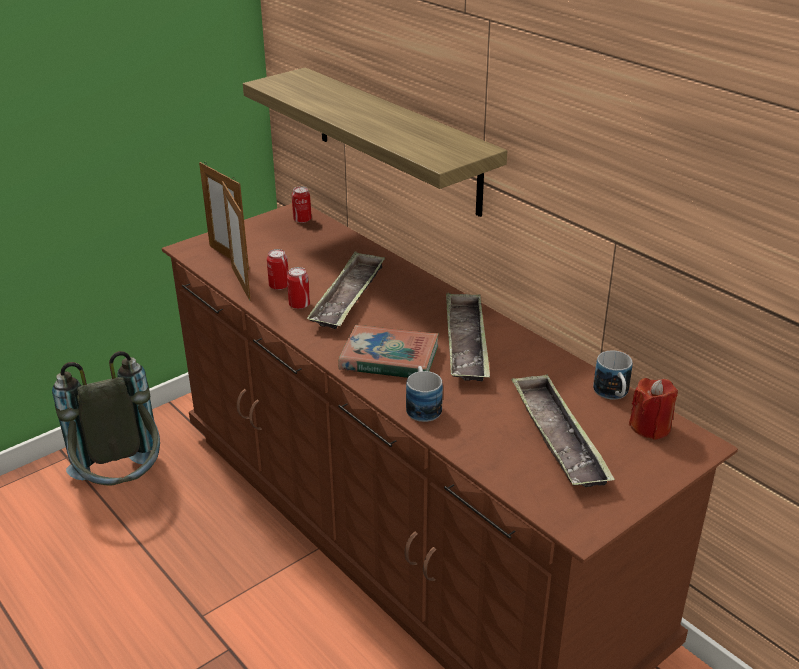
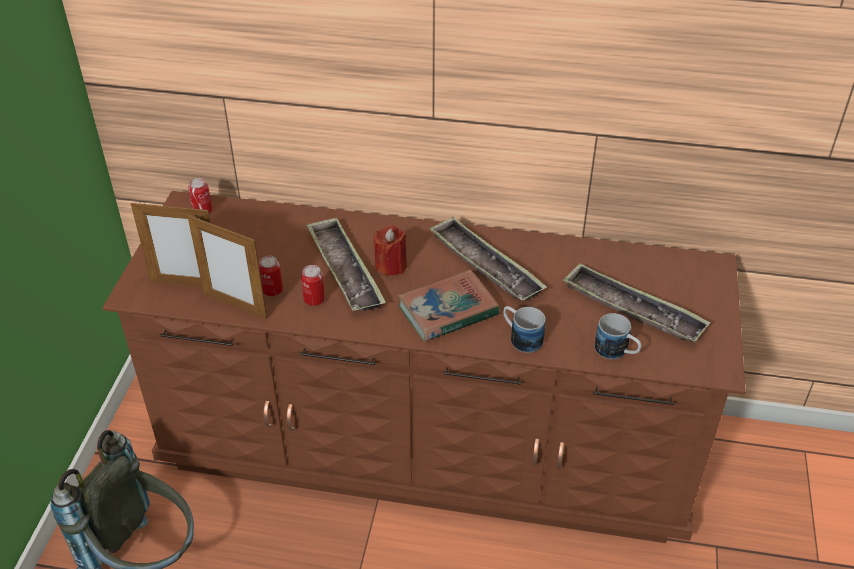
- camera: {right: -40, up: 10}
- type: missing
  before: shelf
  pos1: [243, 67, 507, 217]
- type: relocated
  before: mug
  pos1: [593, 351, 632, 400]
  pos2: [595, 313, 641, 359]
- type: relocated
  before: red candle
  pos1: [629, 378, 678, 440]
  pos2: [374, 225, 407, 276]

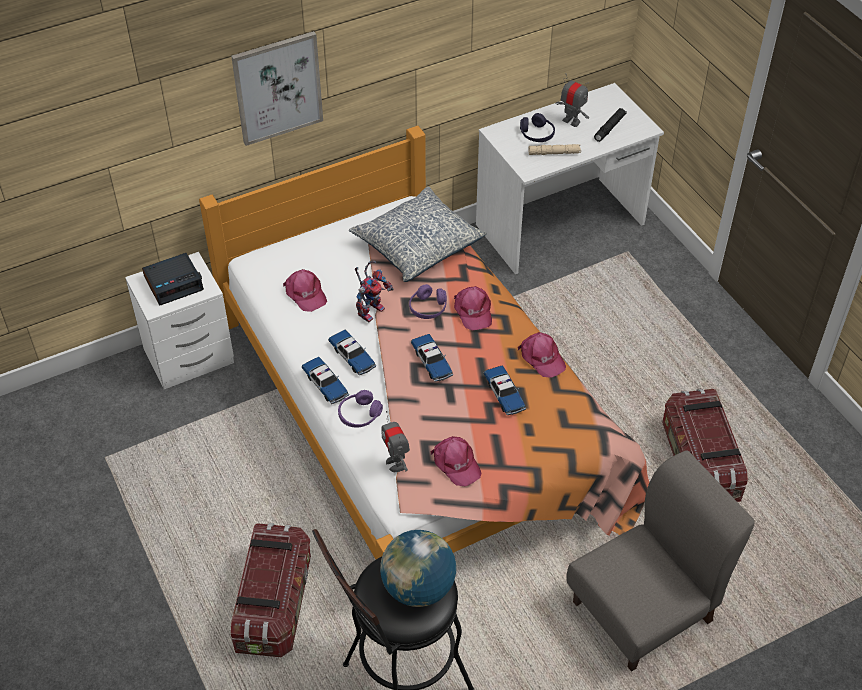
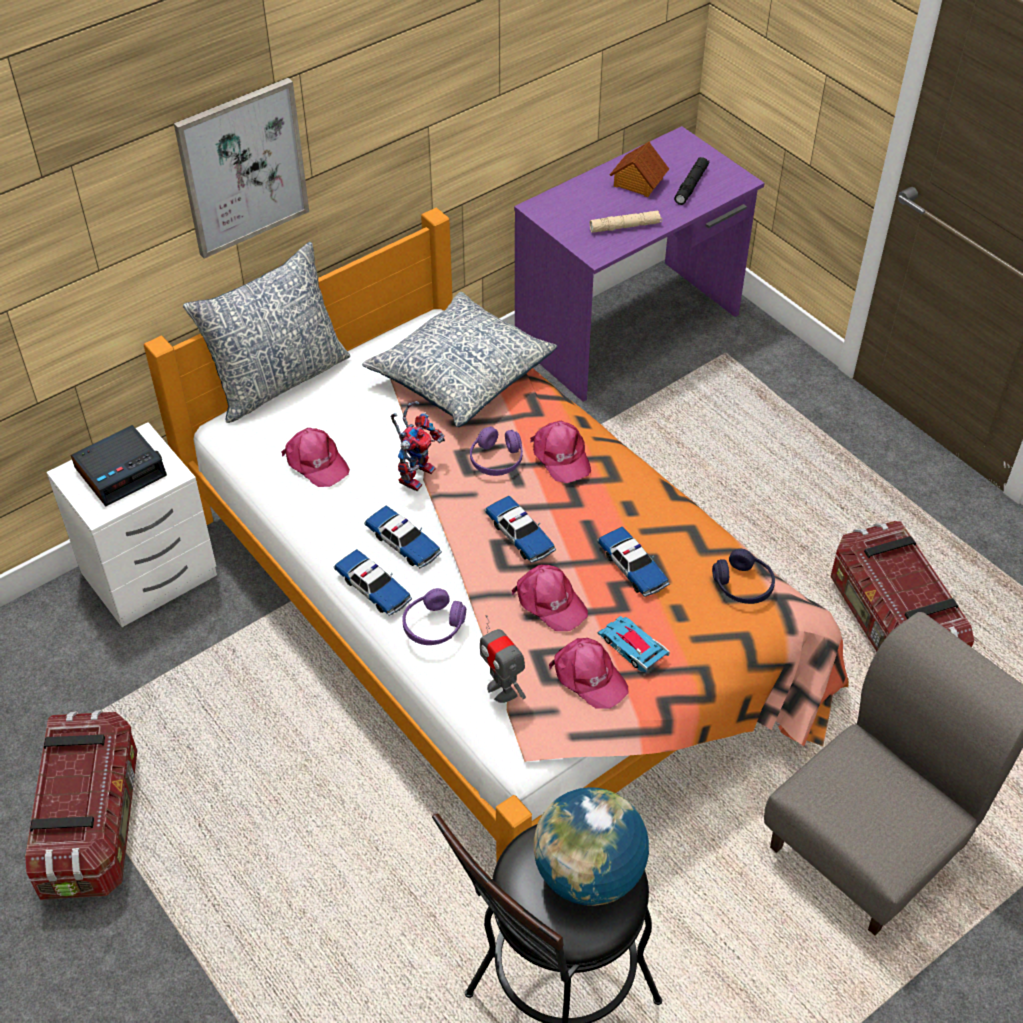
- camera: {right: -10, up: 0}
- type: relocated
  before: storage box
  pos1: [231, 523, 311, 657]
  pos2: [25, 710, 137, 900]
- type: colour
  before: white desk
  after: purple desk
  pos1: [476, 83, 664, 274]
  pos2: [514, 126, 764, 402]
- type: relocated
  before: pink cap
  pos1: [518, 332, 566, 378]
  pos2: [512, 565, 588, 631]
- type: relocated
  before: purple headphones
  pos1: [520, 113, 555, 142]
  pos2: [712, 549, 775, 604]
- type: exchanged
  before: toy robot
  after: toy house
  pos1: [555, 75, 589, 127]
  pos2: [610, 142, 669, 197]
- type: appeared
  after: pillow
  pos2: [183, 242, 350, 423]
- type: appeared
  after: toy car
  pos2: [598, 616, 670, 672]

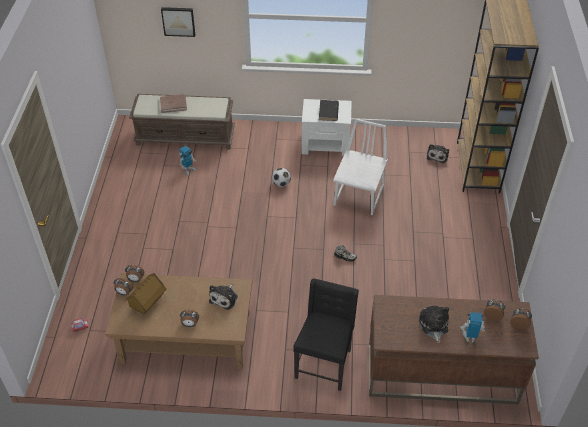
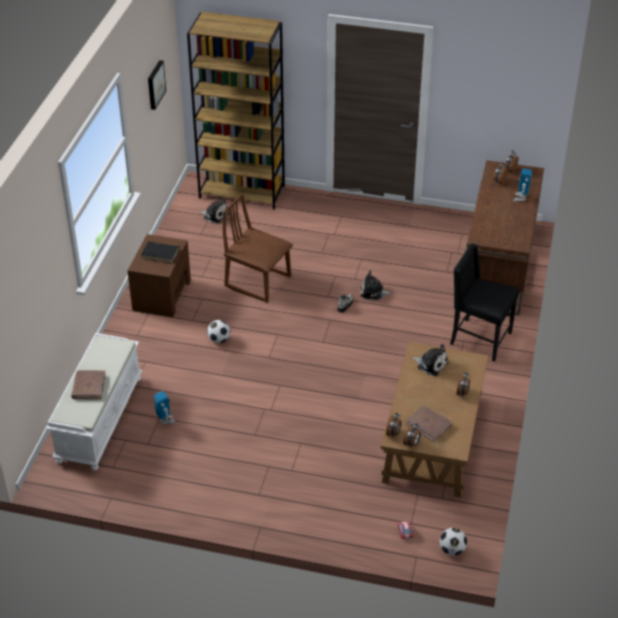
- camera: {right: -80, up: -5}
- type: exchanged
  before: toy house
  after: brown book
  pos1: [125, 273, 166, 315]
  pos2: [406, 405, 452, 442]
- type: colour
  before: brown bench
  after: white bench
  pos1: [129, 94, 235, 150]
  pos2: [47, 333, 143, 471]
- type: relocated
  before: picture
  pos1: [161, 7, 195, 37]
  pos2: [148, 60, 166, 110]
- type: colour
  before: white nightstand
  after: brown nightstand
  pos1: [302, 99, 352, 156]
  pos2: [127, 234, 191, 317]
- type: colour
  before: white chair
  after: brown chair
  pos1: [333, 119, 388, 215]
  pos2: [223, 193, 293, 303]
- type: relocated
  before: plush toy
  pos1: [419, 305, 449, 343]
  pos2: [360, 270, 392, 300]
- type: appeared
  after: football
  pos2: [439, 528, 467, 556]

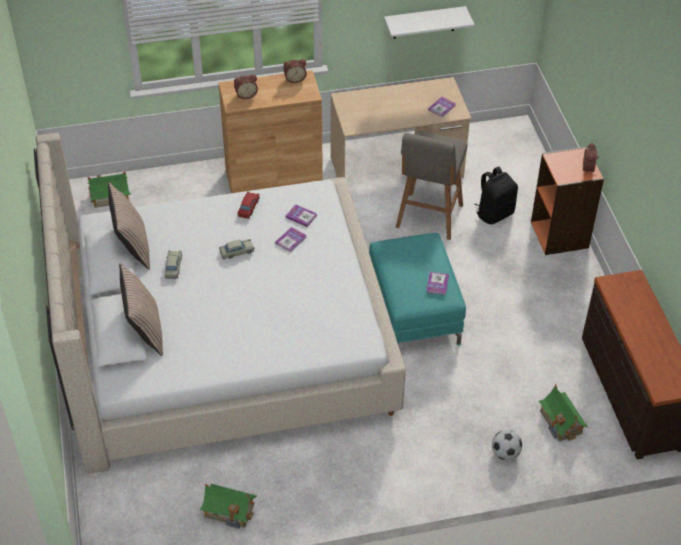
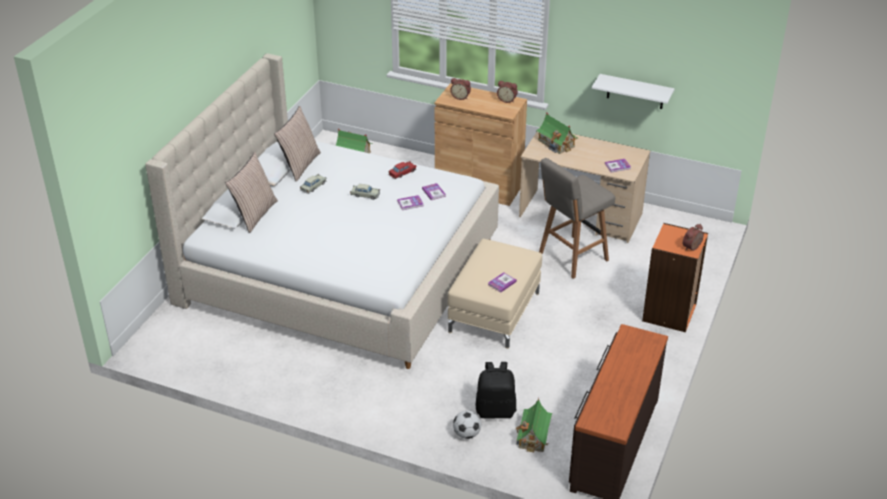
- camera: {right: 35, up: -10}
- type: relocated
  before: toy house
  pos1: [199, 484, 257, 529]
  pos2: [536, 112, 577, 154]
- type: colour
  before: turquoise ottoman
  after: beige ottoman
  pos1: [369, 233, 466, 345]
  pos2: [448, 239, 542, 349]
- type: relocated
  before: black backpack
  pos1: [475, 166, 518, 224]
  pos2: [476, 362, 516, 418]

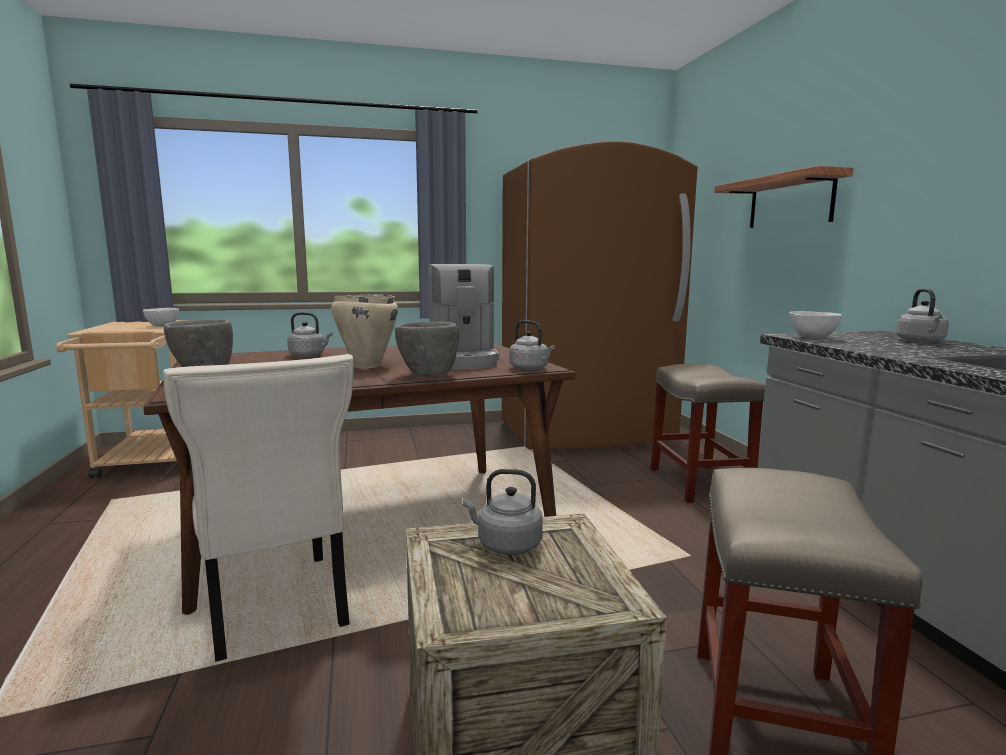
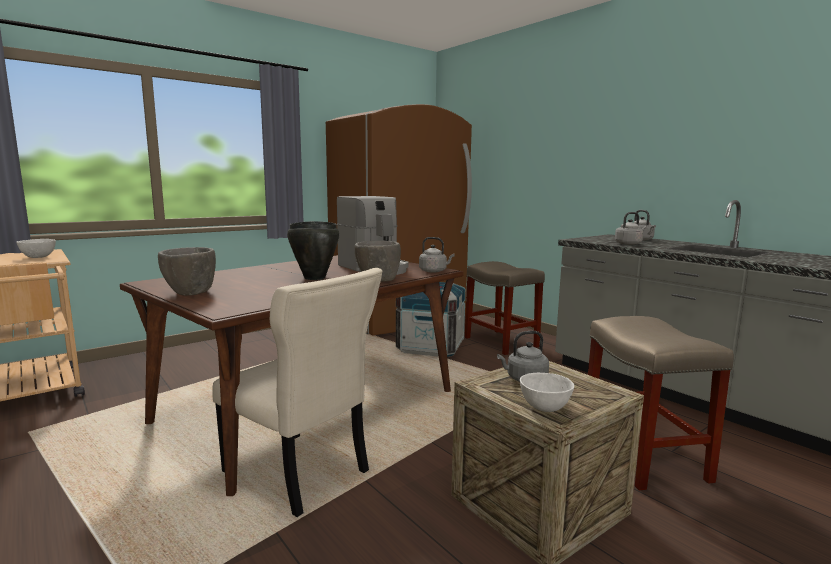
- camera: {right: -25, up: 0}
- type: relocated
  before: grey kettle
  pos1: [288, 312, 332, 357]
  pos2: [615, 212, 647, 245]
- type: colour
  before: beige cooking pot
  after: black cooking pot
  pos1: [331, 294, 398, 368]
  pos2: [287, 221, 340, 280]
- type: missing
  before: shelf
  pos1: [714, 166, 853, 228]
- type: relocated
  before: white bowl
  pos1: [790, 311, 842, 339]
  pos2: [520, 373, 574, 412]
- type: appeared
  after: crate
  pos2: [396, 282, 466, 357]

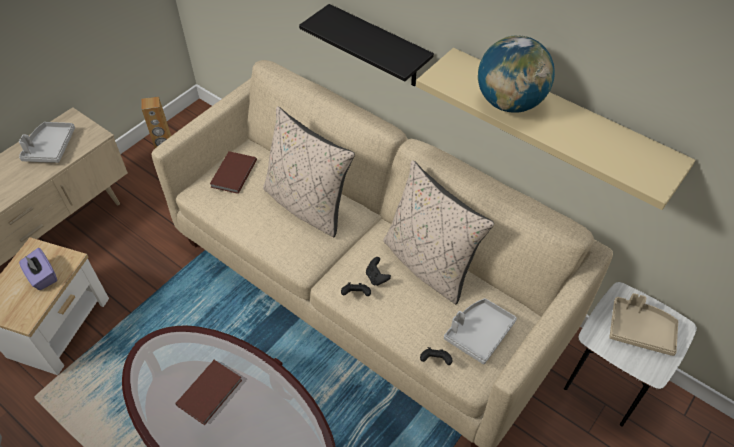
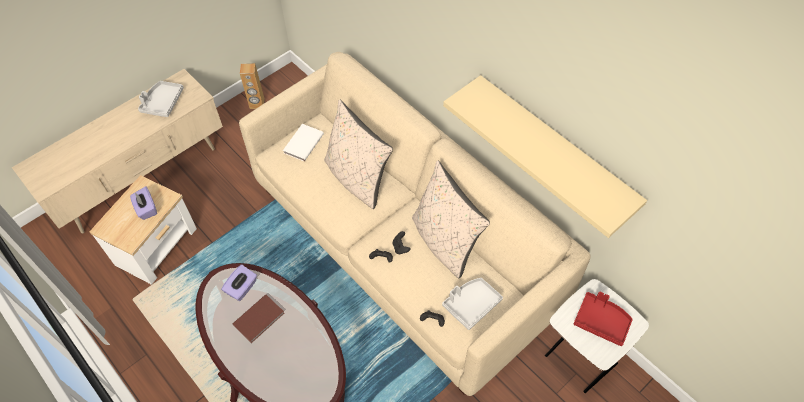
- camera: {right: 10, up: 5}
- type: colour
  before: brown book
  after: white book
  pos1: [210, 151, 257, 194]
  pos2: [283, 124, 324, 161]
- type: missing
  before: black shelf
  pos1: [299, 4, 434, 87]
- type: missing
  before: globe
  pos1: [478, 35, 555, 113]
- type: colour
  before: beige tray
  after: red tray
  pos1: [609, 293, 678, 356]
  pos2: [574, 292, 633, 346]
- type: appeared
  after: purple tissue box
  pos2: [221, 265, 257, 301]

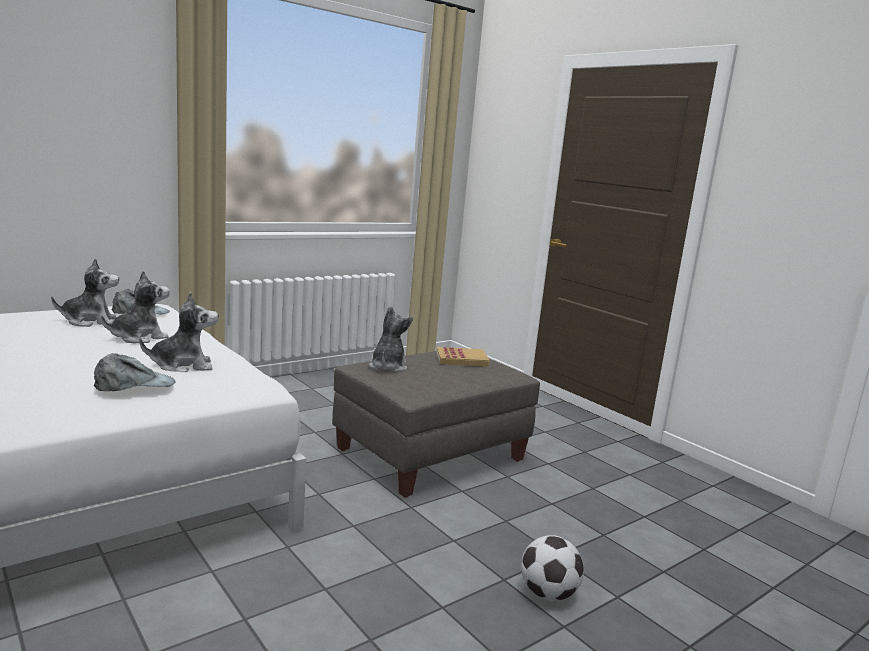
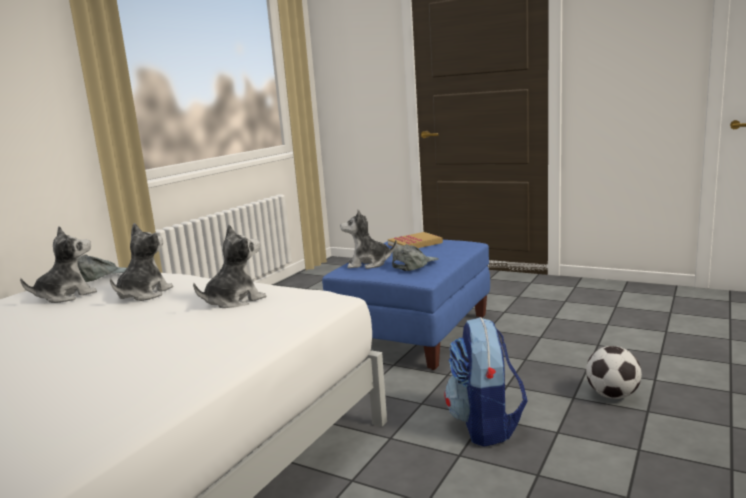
- camera: {right: -20, up: 0}
- type: relocated
  before: grey cap
  pos1: [94, 353, 175, 391]
  pos2: [392, 244, 439, 271]
- type: colour
  before: grey ottoman
  after: blue ottoman
  pos1: [332, 351, 540, 498]
  pos2: [322, 240, 490, 370]
- type: spun
  before: plush toy
  pos1: [369, 306, 413, 372]
  pos2: [340, 209, 397, 269]
  turn: -75
- type: appeared
  after: backpack
  pos2: [444, 317, 528, 447]

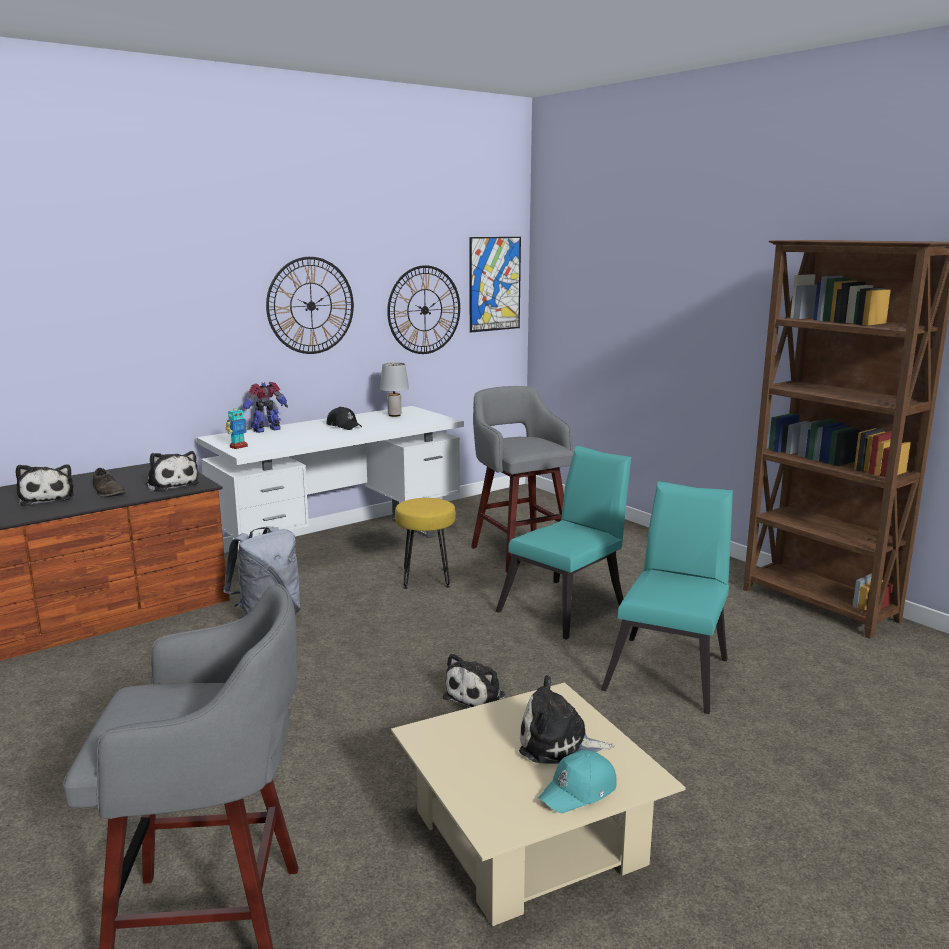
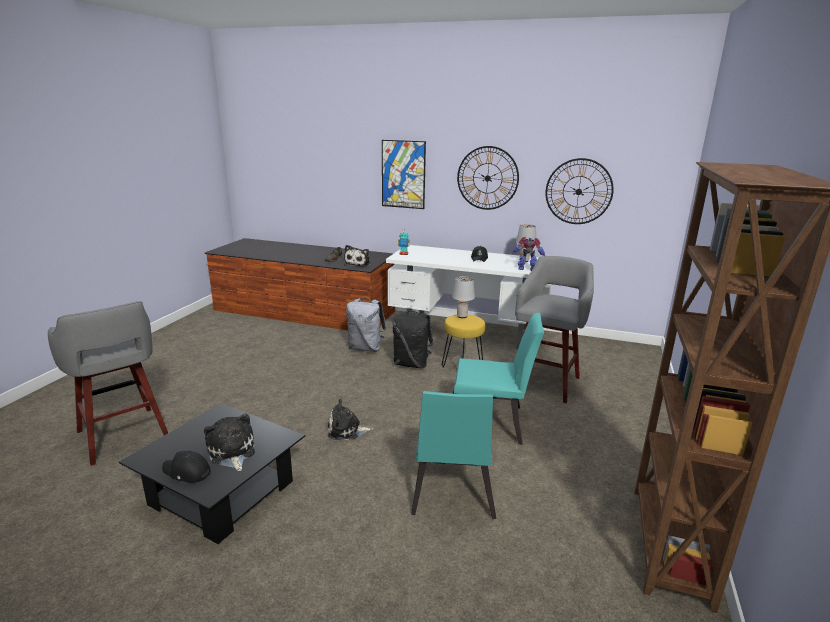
- camera: {right: 55, up: 5}
- type: missing
  before: plush toy
  pos1: [16, 464, 75, 506]
- type: relocated
  before: toy robot
  pos1: [242, 382, 288, 433]
  pos2: [512, 237, 545, 271]
- type: colour
  before: beige coffee table
  after: black coffee table
  pos1: [391, 683, 686, 926]
  pos2: [119, 403, 305, 544]
- type: relocated
  before: picture
  pos1: [470, 237, 521, 333]
  pos2: [382, 140, 426, 209]
- type: colour
  before: turquoise cap
  after: black cap
  pos1: [538, 750, 617, 813]
  pos2: [162, 451, 211, 483]
- type: spun
  before: turquoise chair
  pos1: [601, 481, 733, 714]
  pos2: [411, 391, 496, 519]
  turn: 105
- type: appeared
  after: black backpack
  pos2: [393, 311, 434, 368]
- type: appeared
  after: grey table lamp
  pos2: [452, 276, 475, 318]

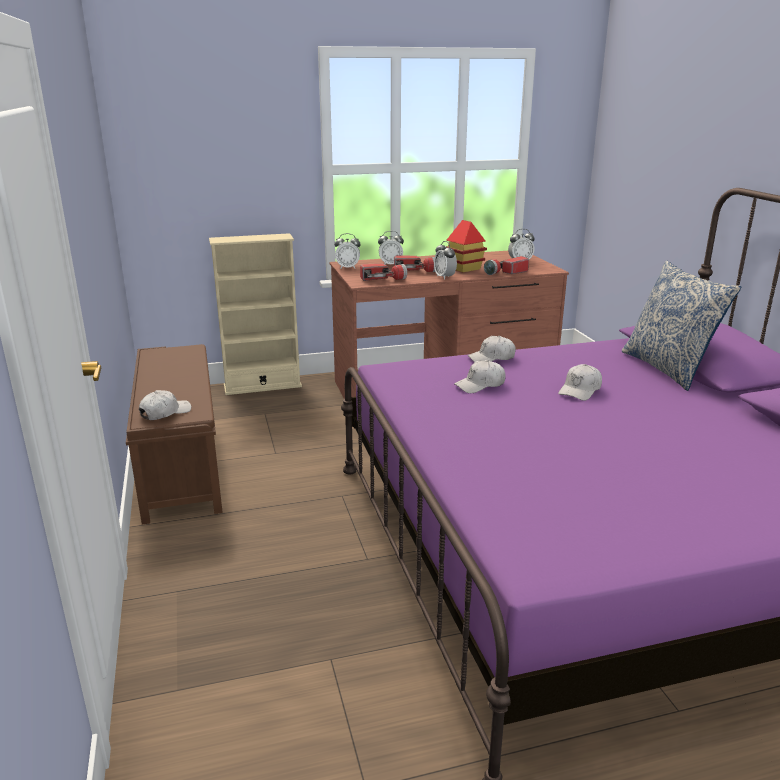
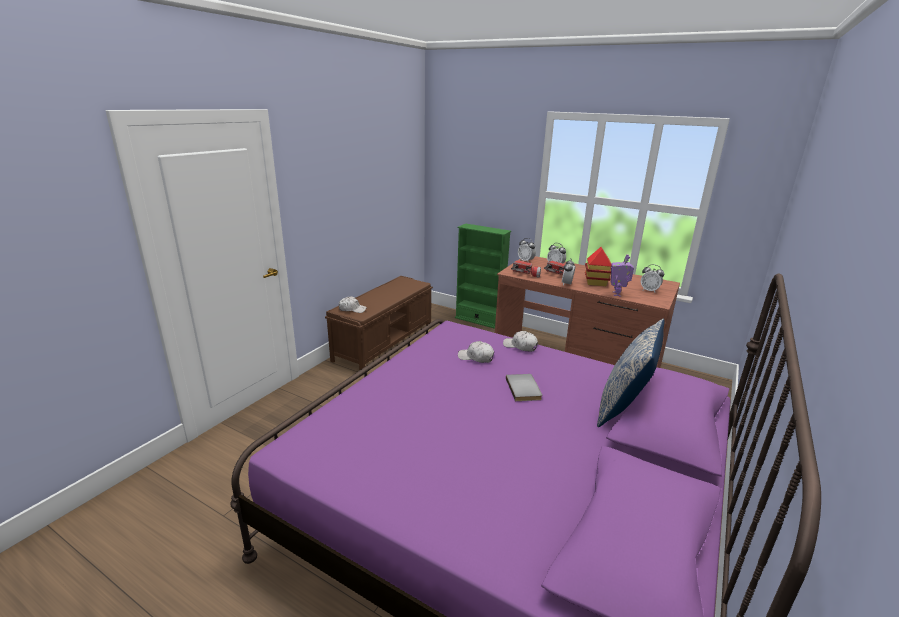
- camera: {right: 45, up: 0}
- type: colour
  before: beige bookcase
  after: green bookcase
  pos1: [209, 233, 302, 395]
  pos2: [455, 224, 511, 329]
- type: exchanged
  before: flashlight
  after: toy robot
  pos1: [484, 256, 529, 275]
  pos2: [611, 254, 634, 297]
- type: exchanged
  before: white cap
  after: grey book
  pos1: [558, 364, 602, 401]
  pos2: [506, 374, 542, 401]

